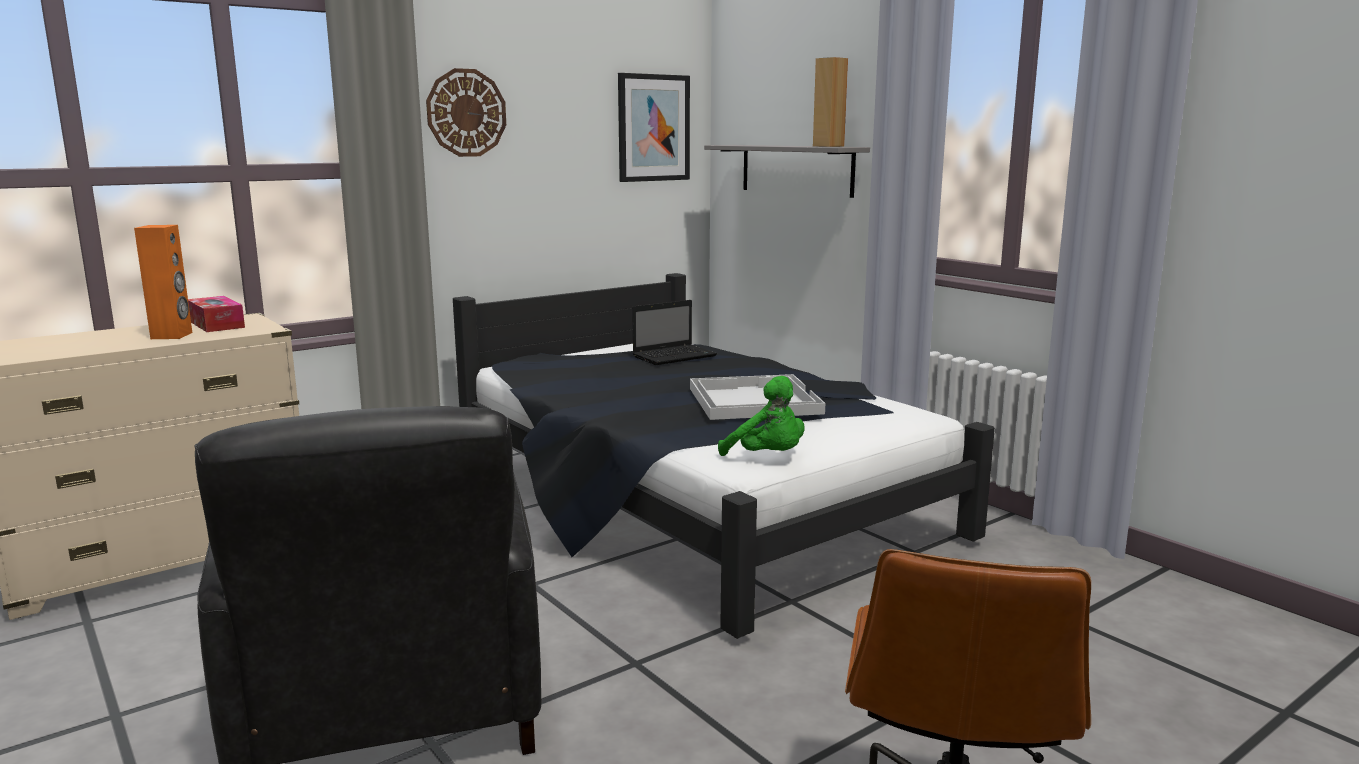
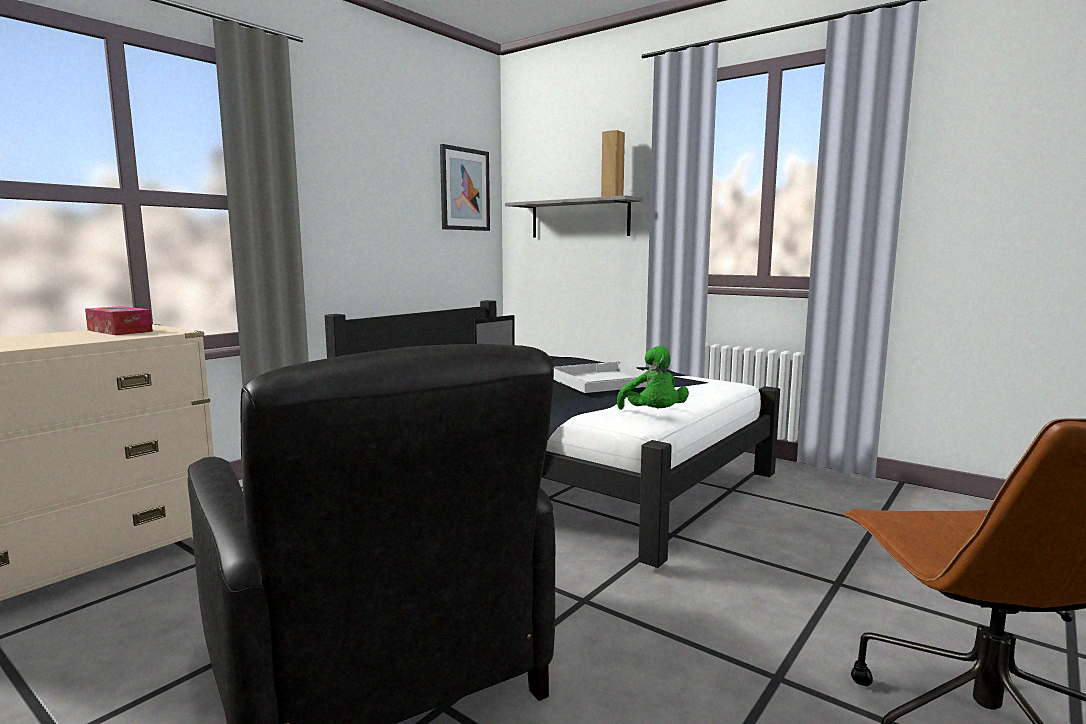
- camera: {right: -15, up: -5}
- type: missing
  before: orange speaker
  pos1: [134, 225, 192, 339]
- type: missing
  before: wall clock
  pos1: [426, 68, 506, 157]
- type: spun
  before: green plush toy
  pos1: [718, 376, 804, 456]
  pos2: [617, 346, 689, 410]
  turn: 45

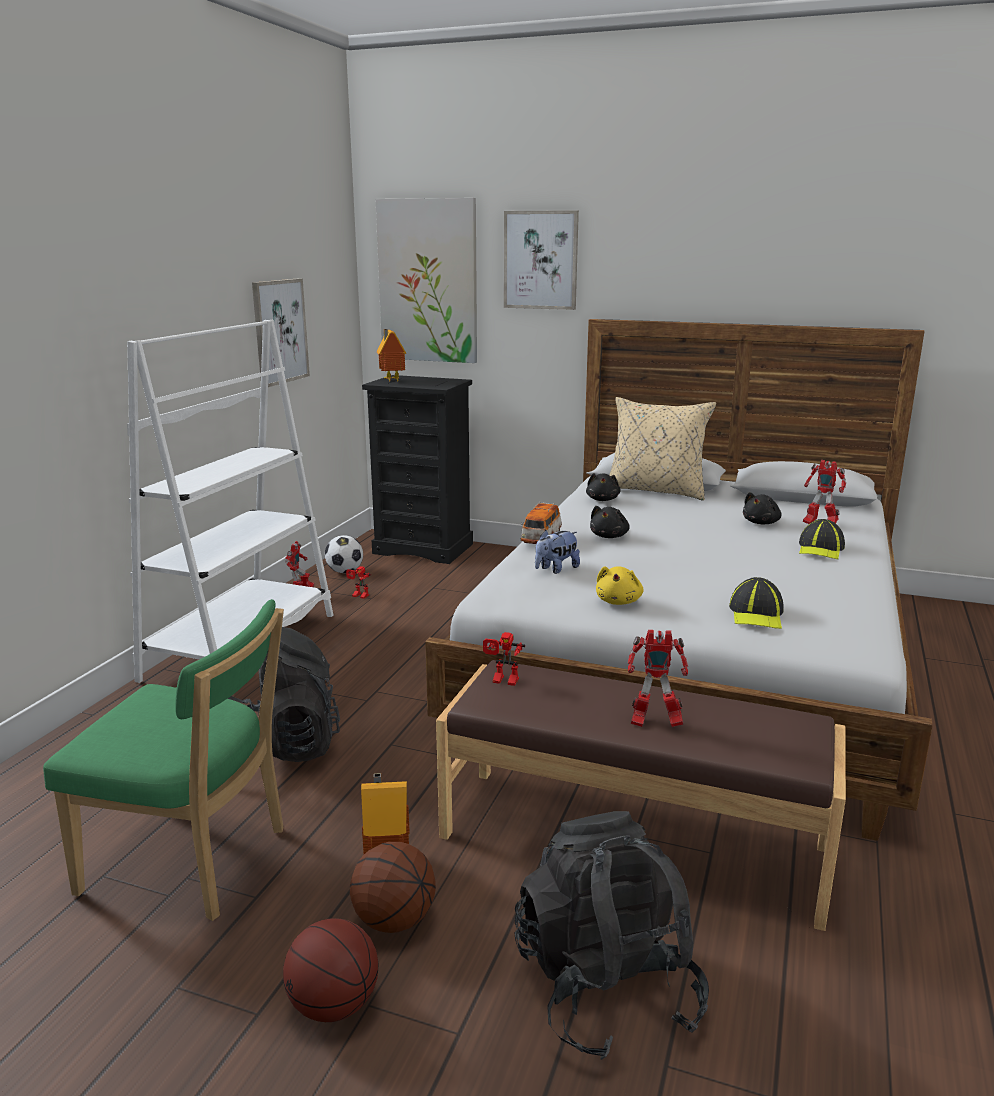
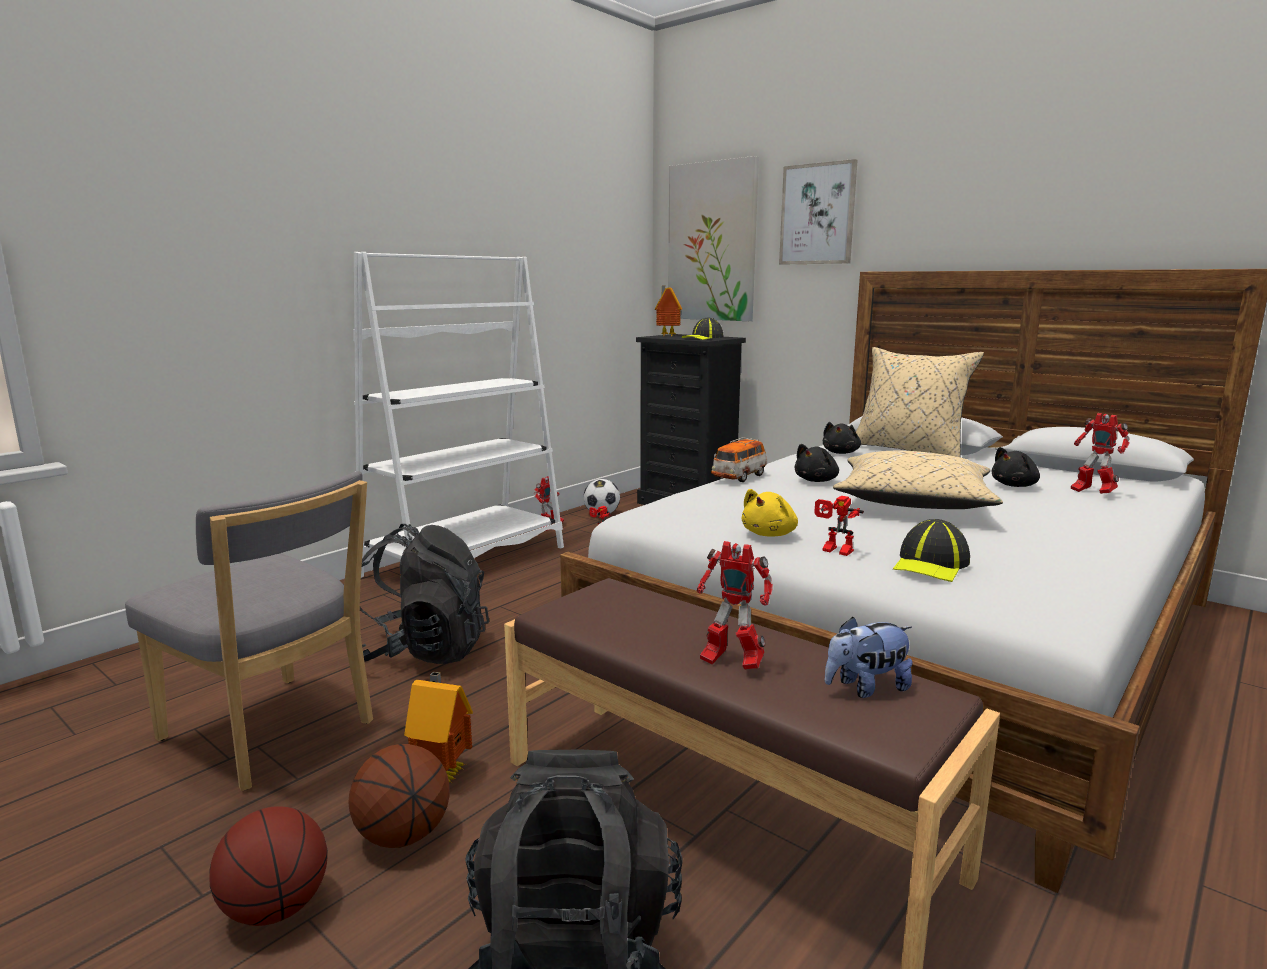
- camera: {right: 20, up: -5}
- type: colour
  before: green chair
  after: grey chair
  pos1: [43, 599, 284, 921]
  pos2: [125, 471, 373, 791]
- type: missing
  before: picture
  pos1: [252, 278, 310, 387]
- type: relocated
  before: toy robot
  pos1: [483, 632, 525, 686]
  pos2: [814, 496, 864, 556]
- type: relocated
  before: plush toy
  pos1: [535, 530, 580, 574]
  pos2: [825, 616, 913, 698]
- type: relocated
  before: cap
  pos1: [799, 519, 845, 559]
  pos2: [682, 318, 723, 340]
- type: appeared
  after: beige pillow
  pos2: [833, 451, 1003, 509]

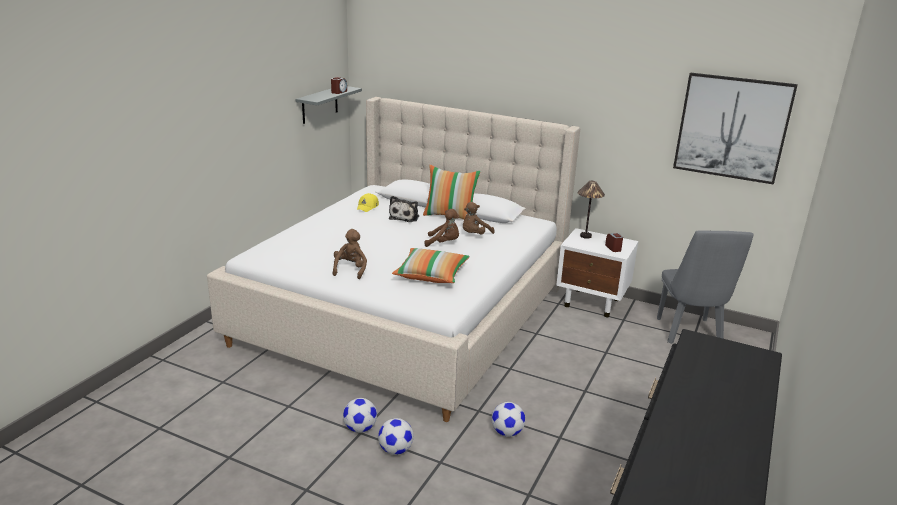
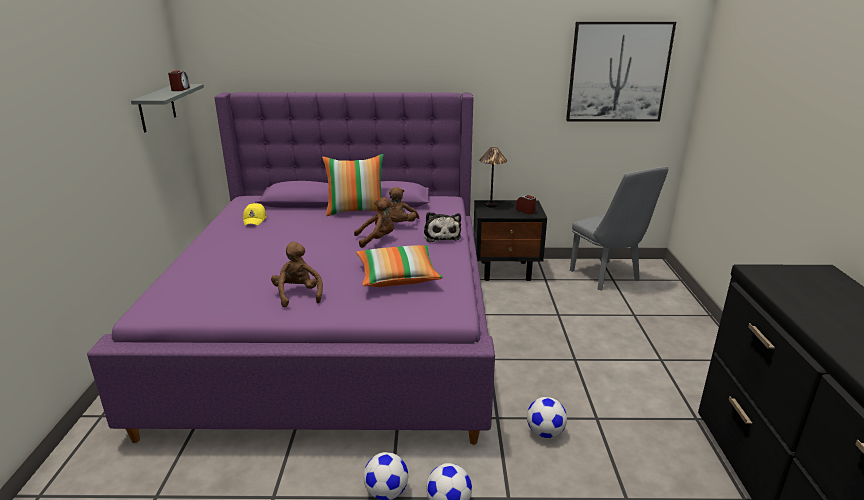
- camera: {right: -25, up: 0}
- type: colour
  before: beige bed
  after: purple bed
  pos1: [207, 97, 580, 422]
  pos2: [87, 92, 495, 445]
- type: relocated
  before: plush toy
  pos1: [389, 196, 419, 222]
  pos2: [424, 212, 461, 242]
- type: colour
  before: white nightstand
  after: black nightstand
  pos1: [556, 228, 639, 317]
  pos2: [473, 200, 547, 281]

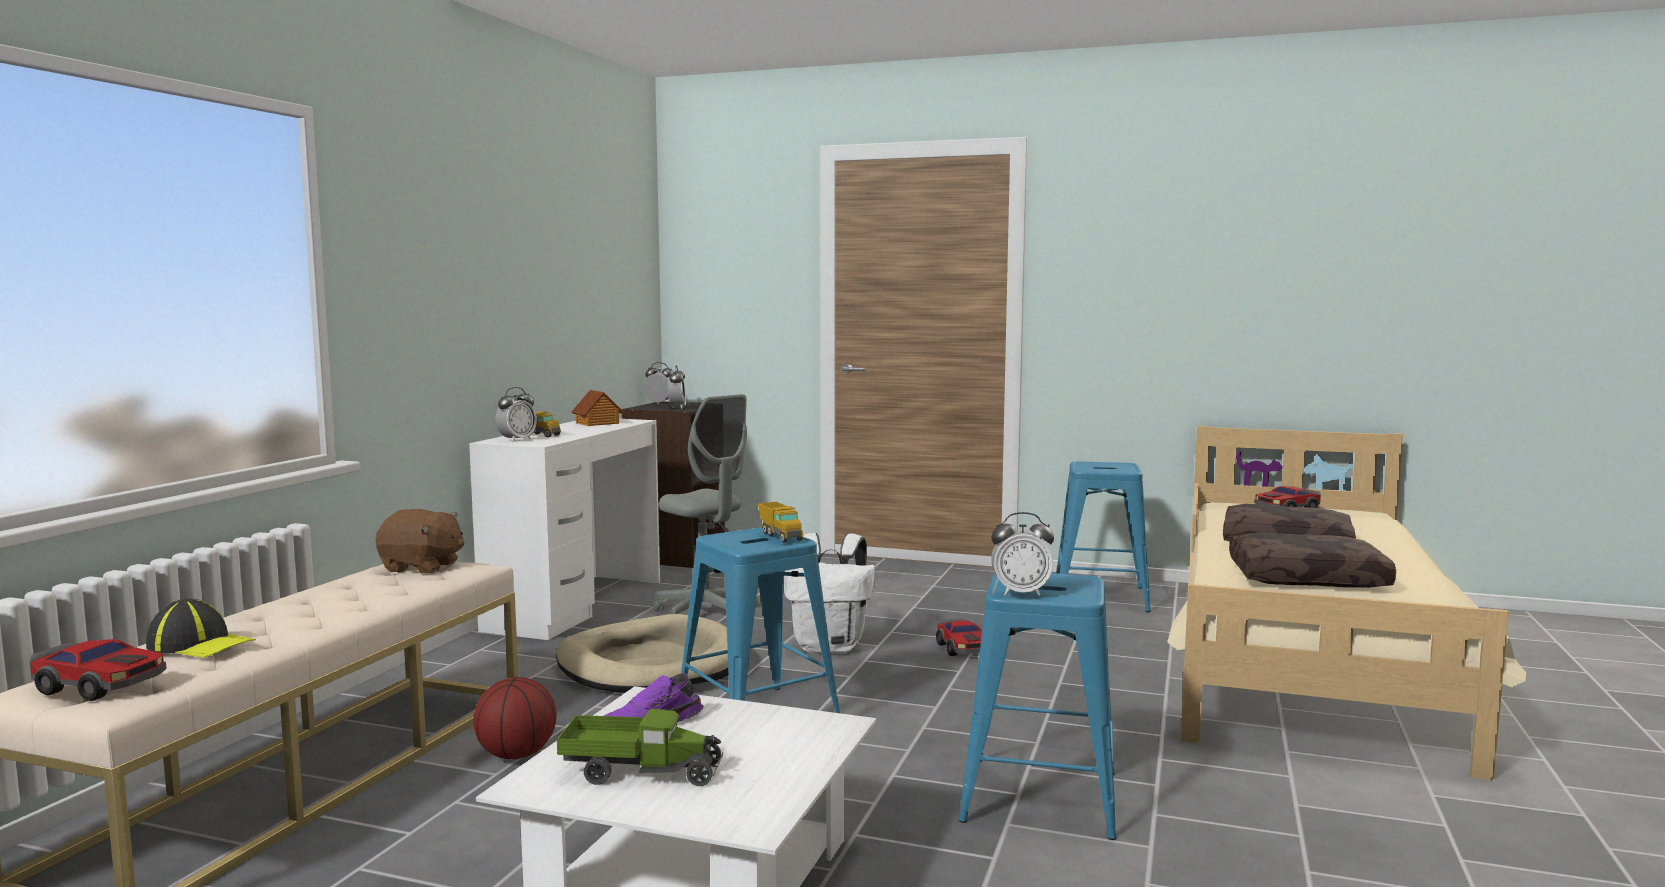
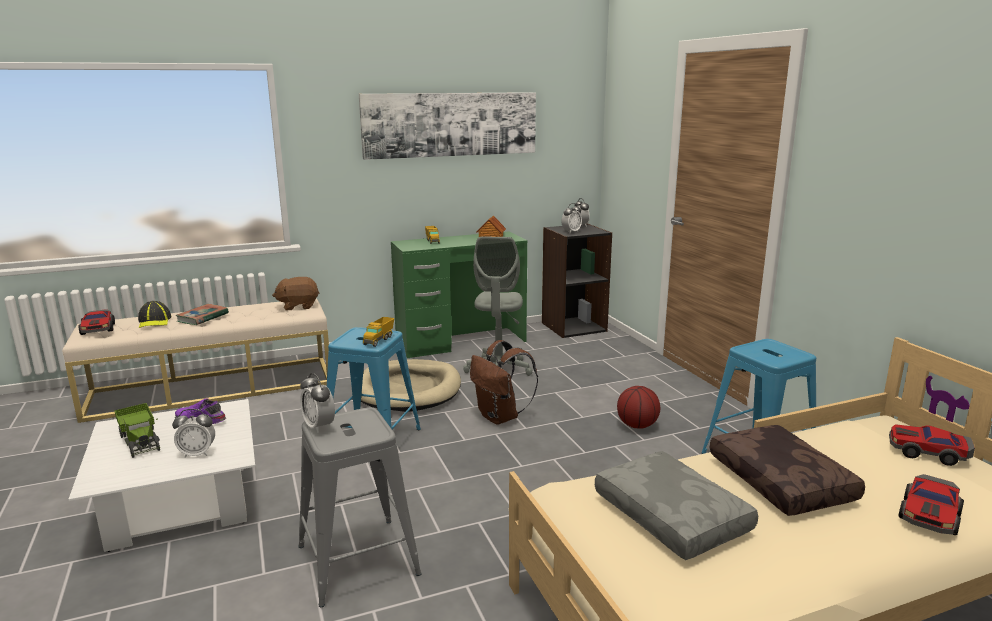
- camera: {right: 50, up: 10}
- type: spun
  before: brown plush toy
  pos1: [376, 509, 464, 574]
  pos2: [272, 277, 319, 310]
  turn: 105
- type: colour
  before: white desk
  after: green desk
  pos1: [469, 419, 660, 640]
  pos2: [391, 231, 527, 358]
- type: relocated
  before: basketball
  pos1: [473, 677, 557, 759]
  pos2: [617, 386, 660, 429]
- type: relocated
  before: alarm clock
  pos1: [496, 387, 537, 442]
  pos2: [172, 409, 215, 458]
- type: colour
  before: white backpack
  after: brown backpack
  pos1: [784, 533, 876, 653]
  pos2: [470, 340, 538, 425]
- type: relocated
  before: toy car
  pos1: [936, 618, 982, 656]
  pos2: [898, 474, 964, 535]
- type: colour
  before: blue stool
  after: grey stool
  pos1: [959, 573, 1117, 840]
  pos2: [298, 407, 421, 607]
- type: colour
  before: brown pillow
  after: grey pillow
  pos1: [1229, 533, 1396, 588]
  pos2: [595, 451, 758, 560]
- type: appeared
  after: book
  pos2: [175, 304, 229, 325]
- type: appeared
  after: picture
  pos2: [359, 92, 536, 160]

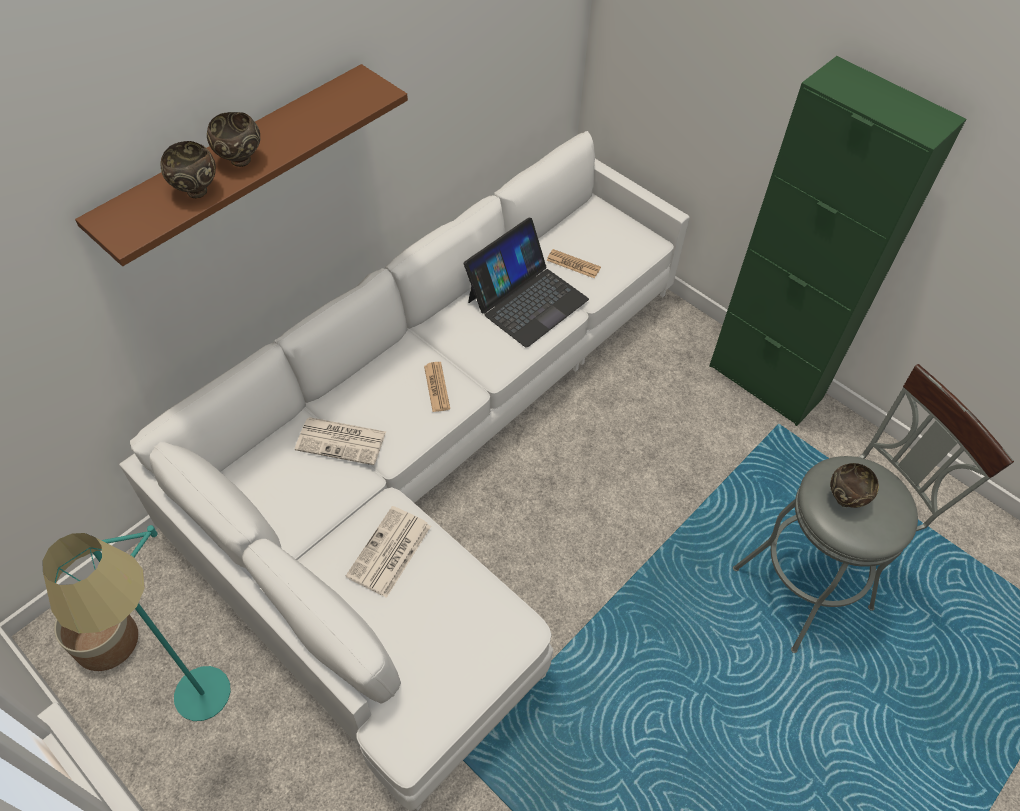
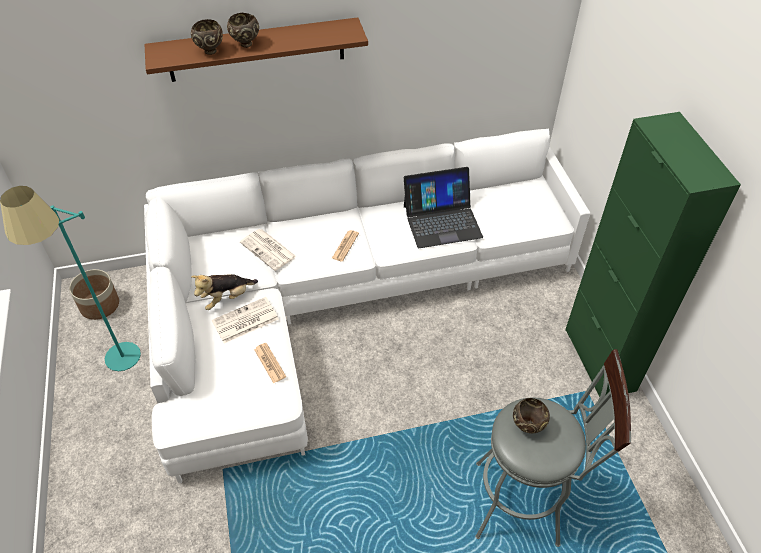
- camera: {right: 35, up: -5}
- type: relocated
  before: newspaper
  pos1: [546, 249, 601, 279]
  pos2: [254, 343, 286, 383]
- type: appeared
  after: plush toy
  pos2: [191, 274, 258, 310]

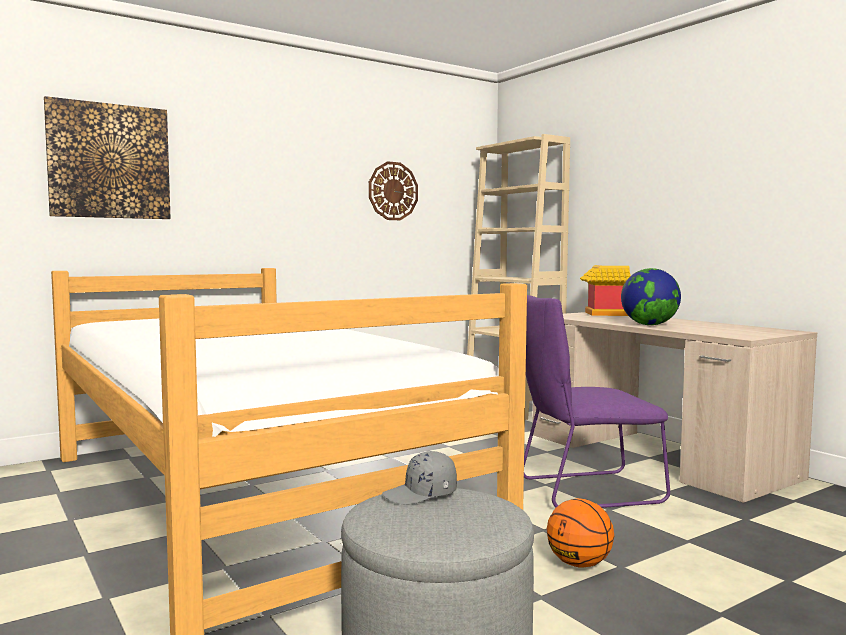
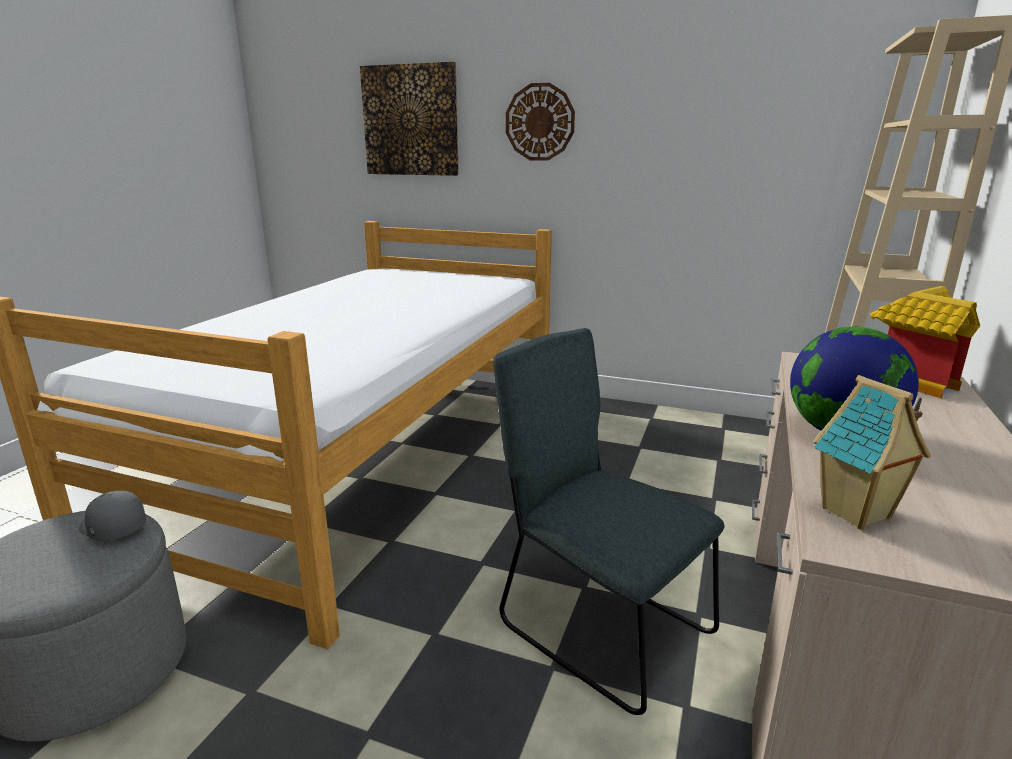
- camera: {right: 55, up: 15}
- type: relocated
  before: wall clock
  pos1: [369, 161, 418, 220]
  pos2: [506, 83, 575, 161]
- type: colour
  before: purple chair
  after: grey chair
  pos1: [524, 295, 670, 508]
  pos2: [493, 328, 724, 715]
- type: missing
  before: basketball
  pos1: [546, 498, 614, 568]
- type: appeared
  after: toy house
  pos2: [813, 375, 931, 530]

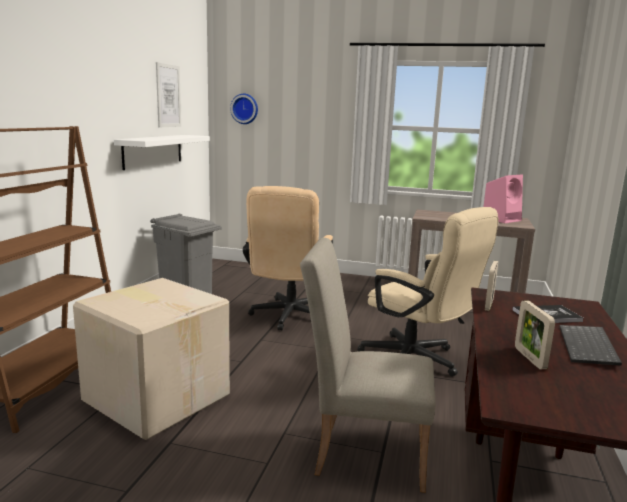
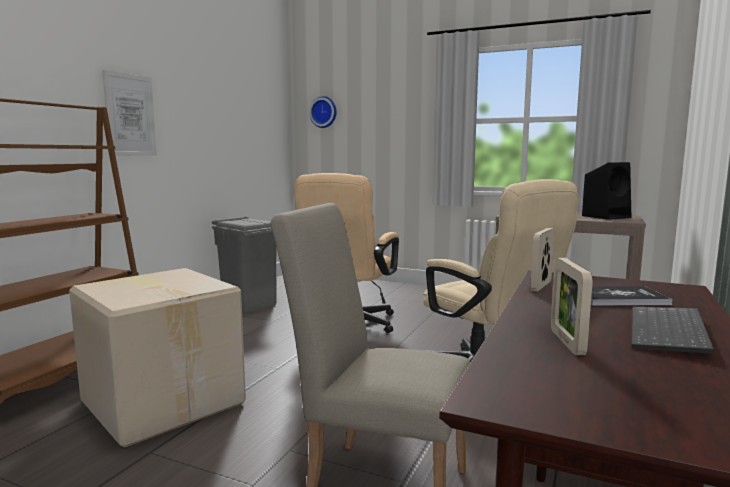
- camera: {right: 10, up: -5}
- type: missing
  before: white shelf
  pos1: [114, 135, 210, 170]
- type: relocated
  before: picture
  pos1: [156, 62, 181, 127]
  pos2: [102, 70, 157, 156]
- type: colour
  before: pink speaker
  after: black speaker
  pos1: [484, 175, 523, 223]
  pos2: [582, 162, 631, 220]

